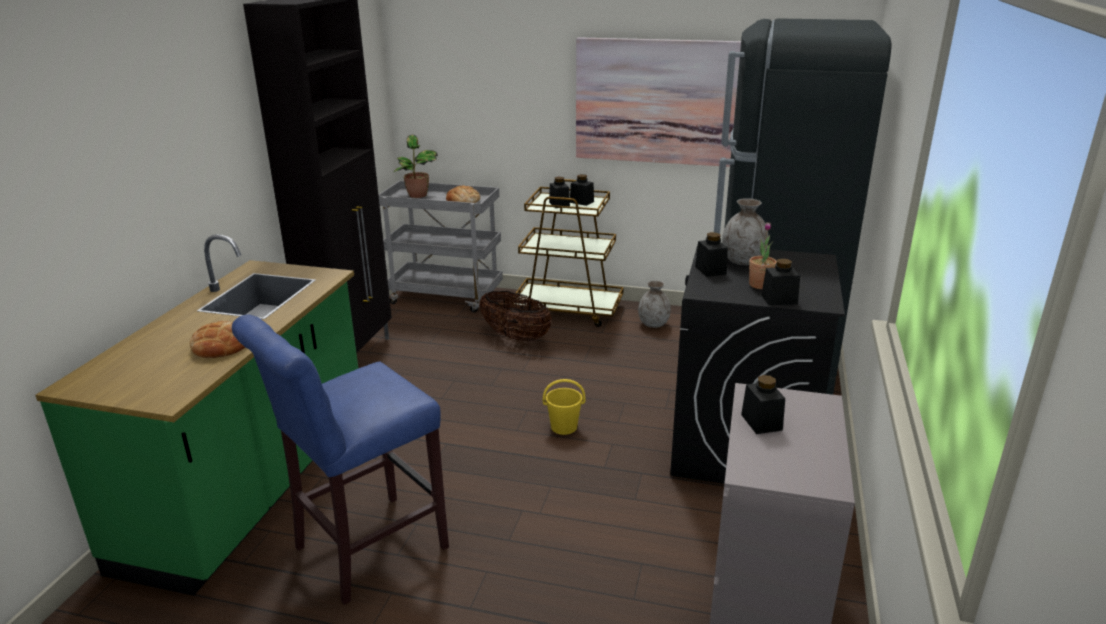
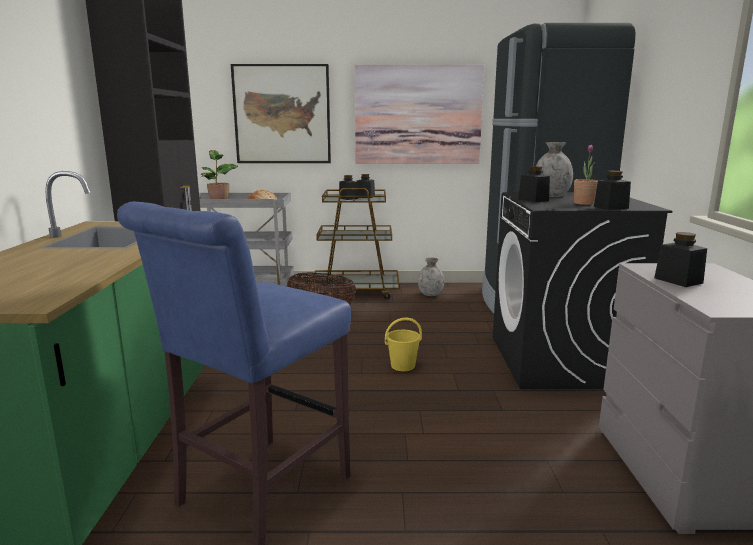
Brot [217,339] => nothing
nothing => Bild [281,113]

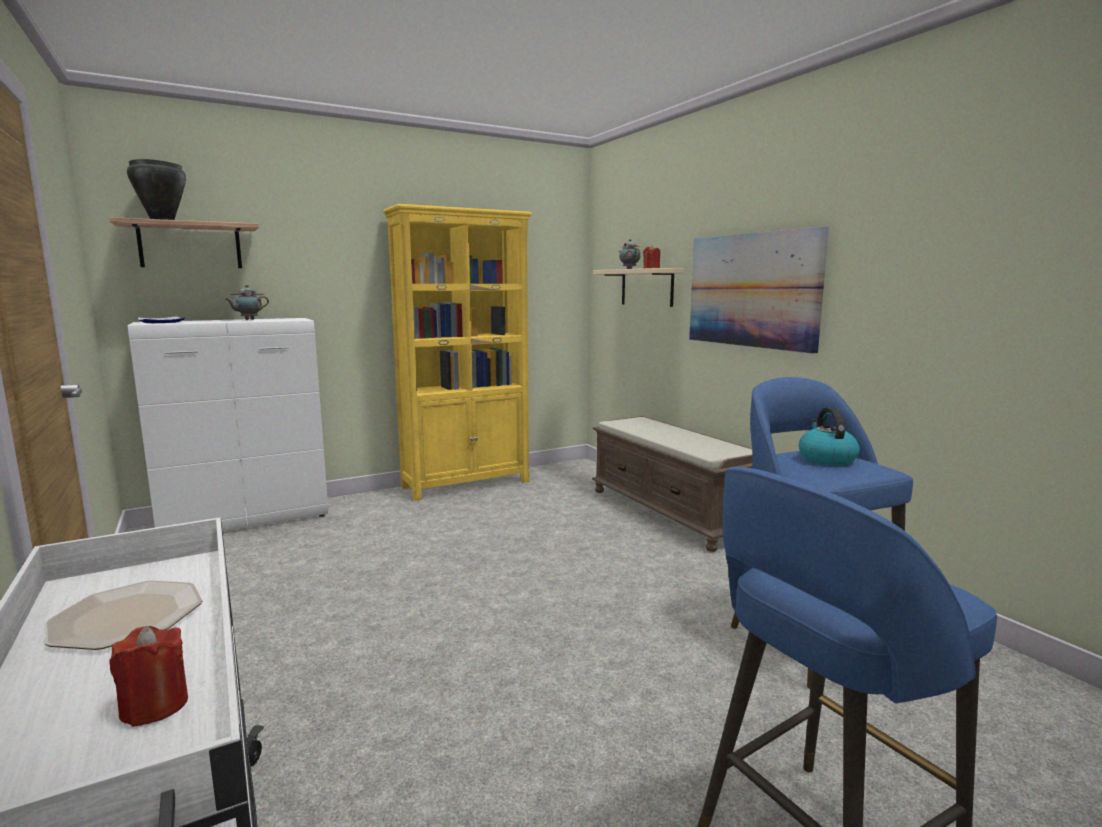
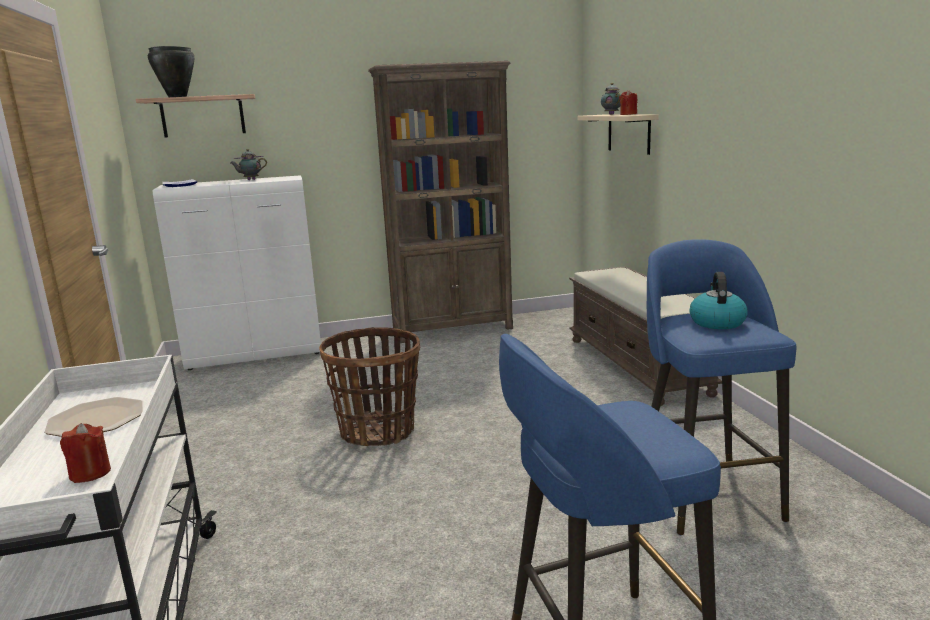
Bücherregal [gelb] [457,352] => Bücherregal [braun] [440,202]
Bild [759,290] => nothing
nothing => Korb [369,386]

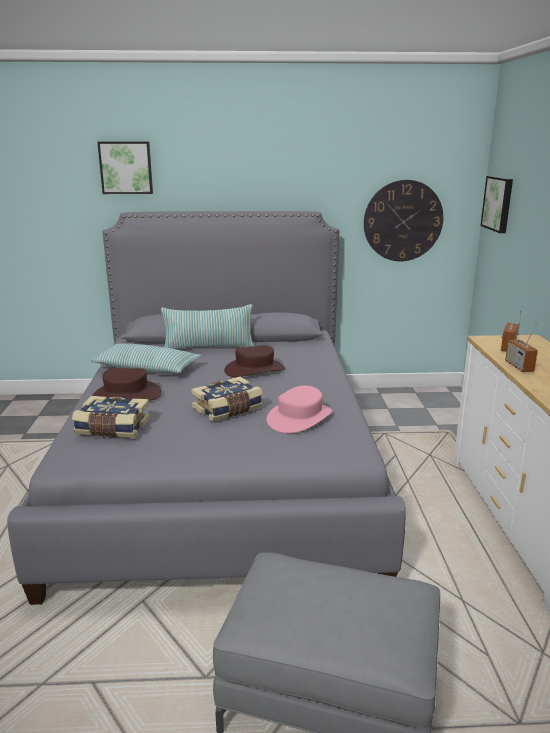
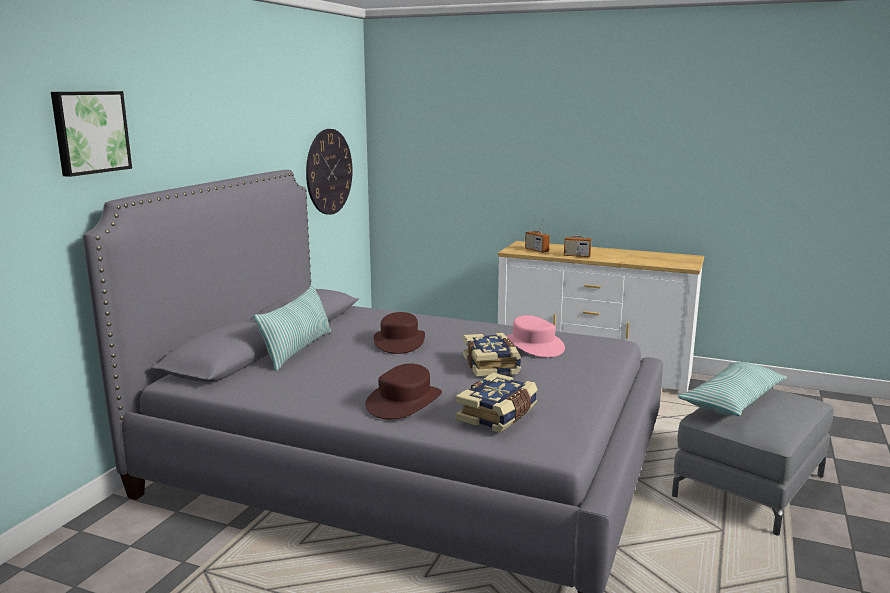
Kissen [145,358] => Kissen [733,389], relocated
Bild [497,204] => nothing

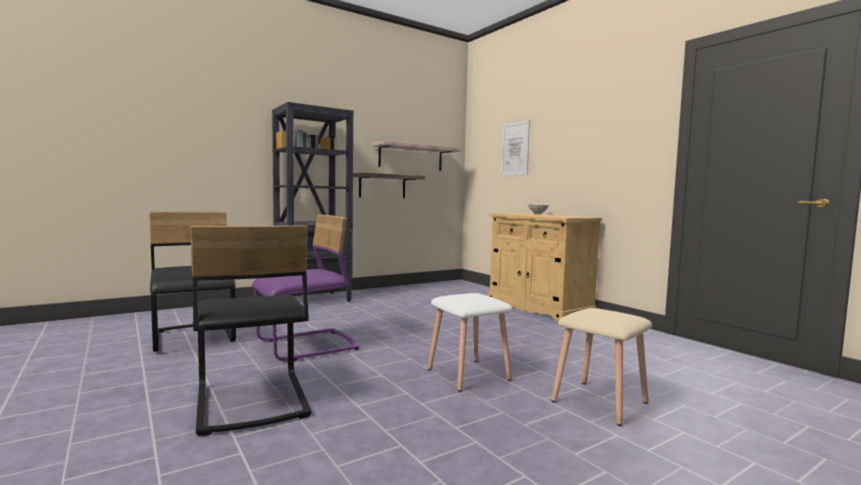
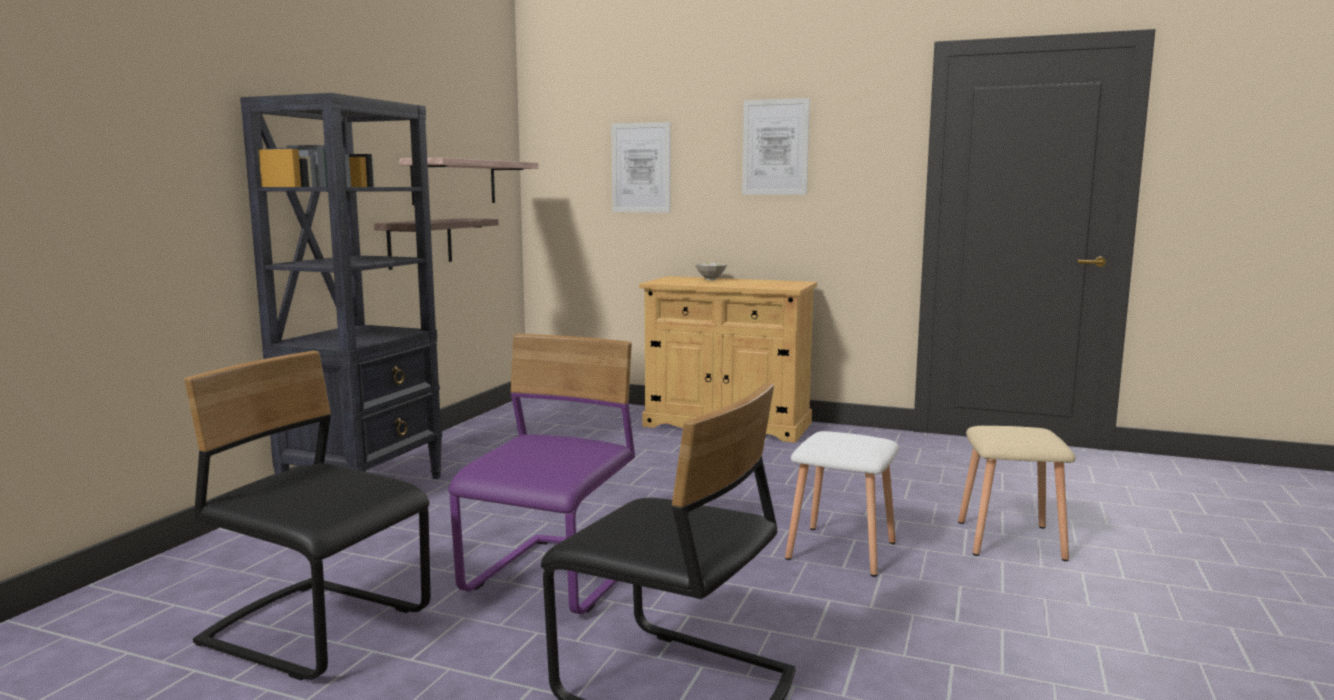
nothing => Bild [776,146]

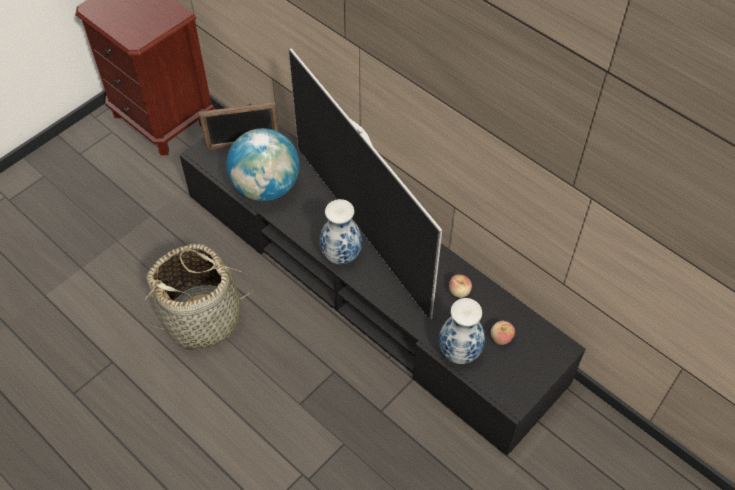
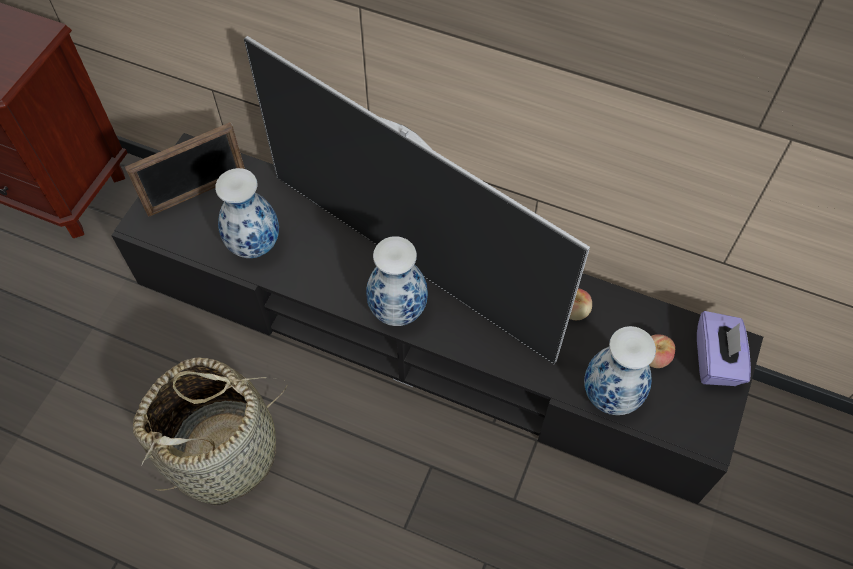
Globus [262,164] => Vase [247,213]
nothing => Taschentuchbox [lila] [724,348]

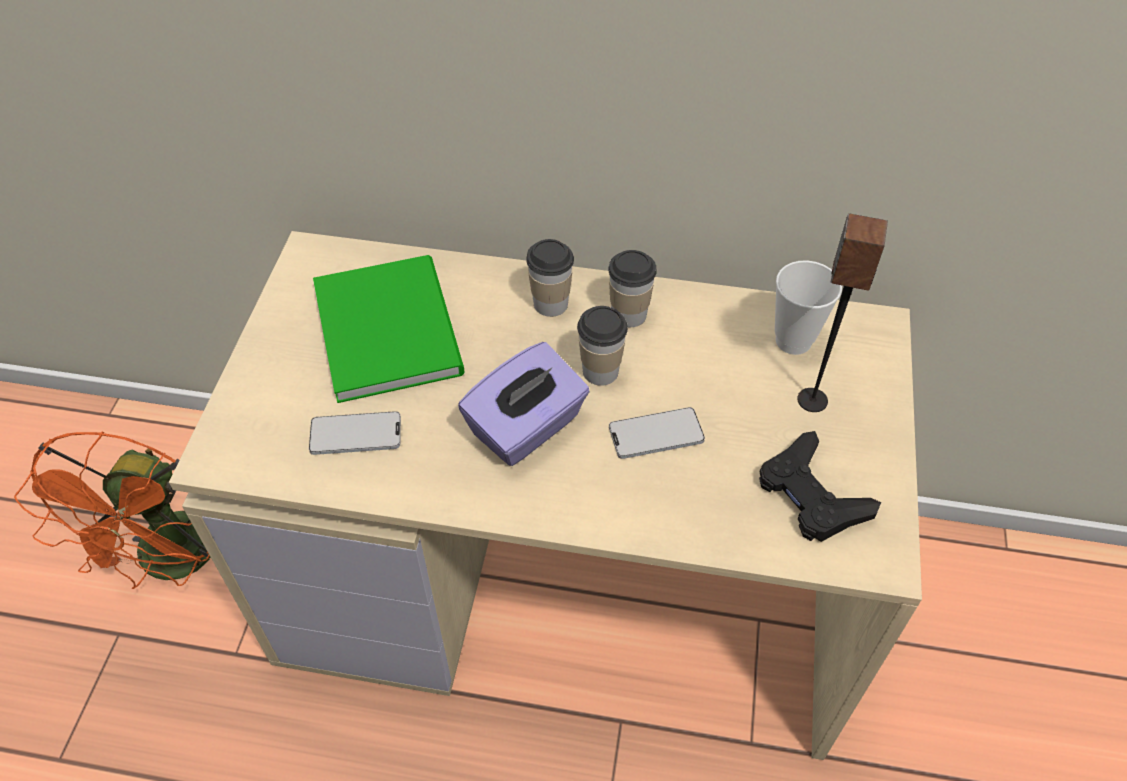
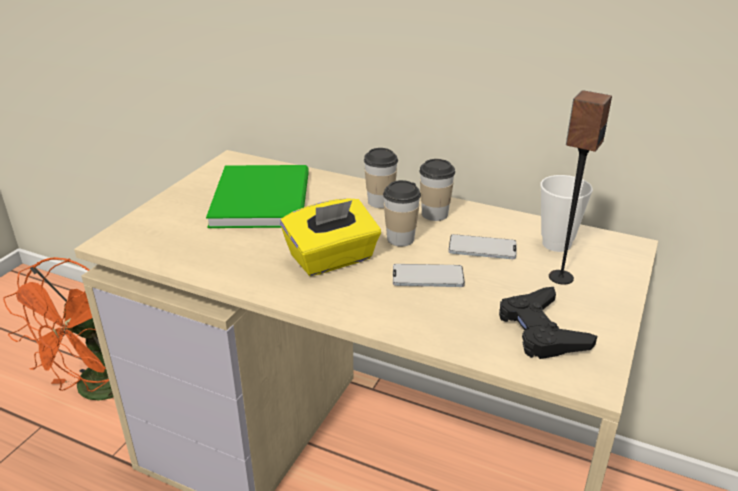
Handy [355,433] => Handy [482,246], relocated
Taschentuchbox [lila] [524,404] => Taschentuchbox [gelb] [330,237]

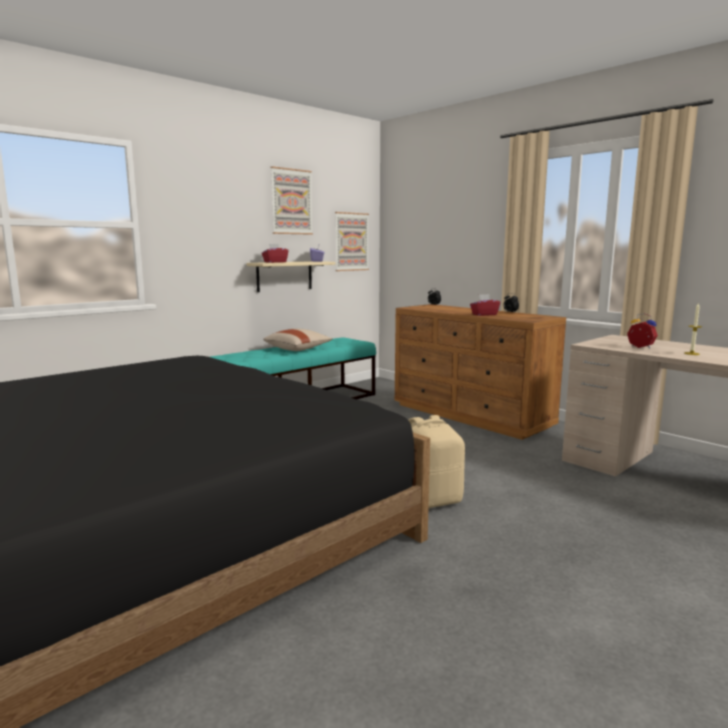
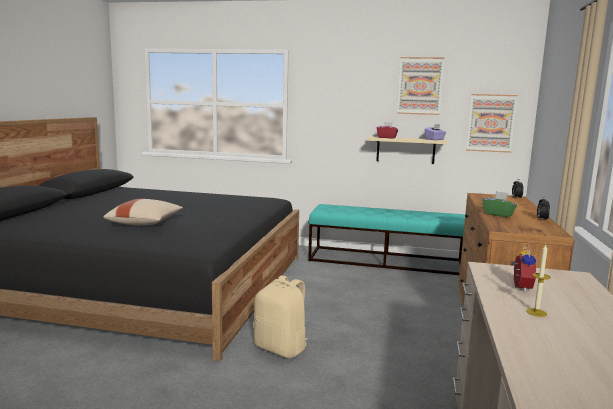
Kissen [beige] [297,340] => Kissen [beige] [143,212], relocated
Taschentuchbox [rot] [485,305] => Taschentuchbox [grün] [499,204]

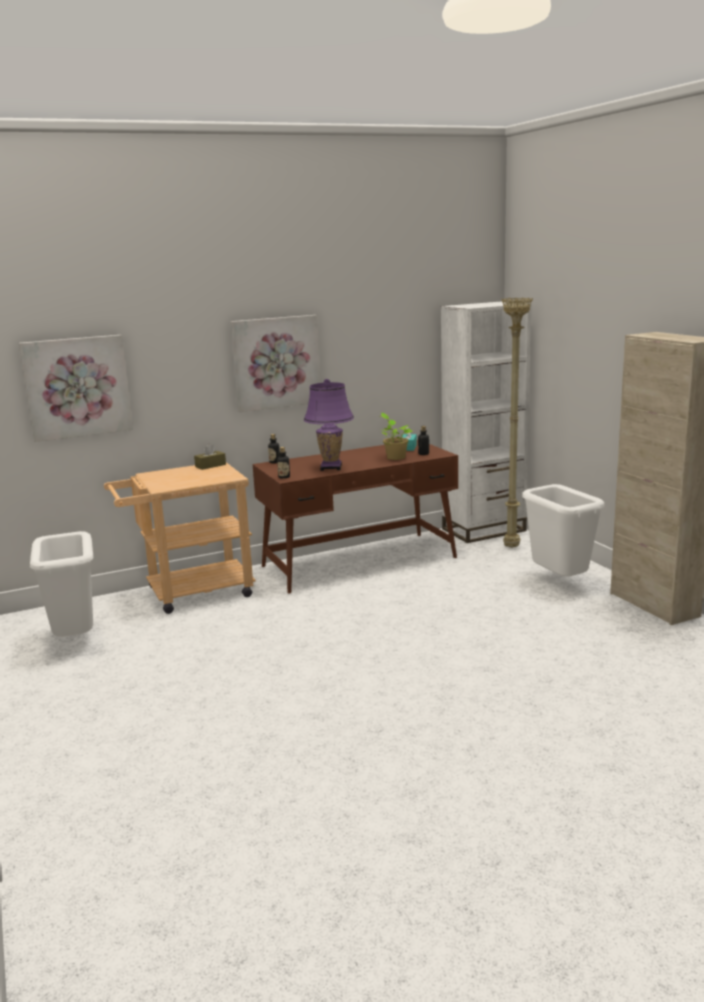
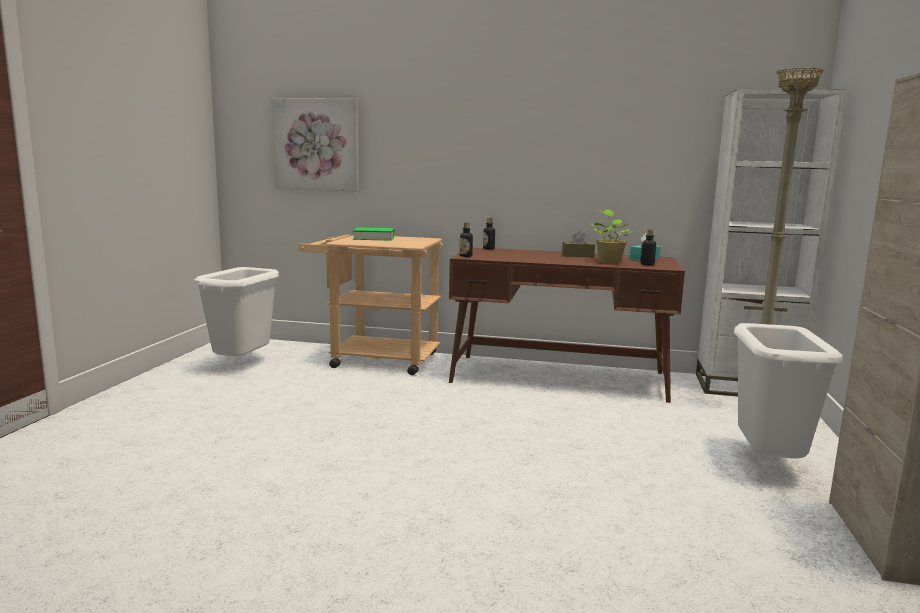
Taschentuchbox [braun] [210,456] => Taschentuchbox [braun] [578,243], relocated
Bild [275,363] => nothing
Tischlampe [lila] [329,425] => nothing
nothing => Buch [grün] [374,234]

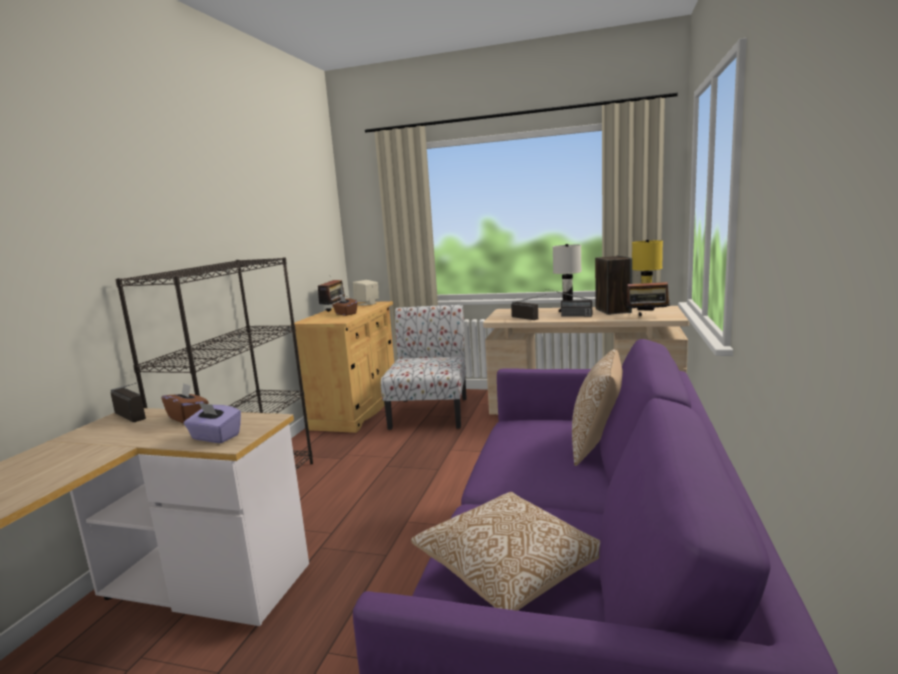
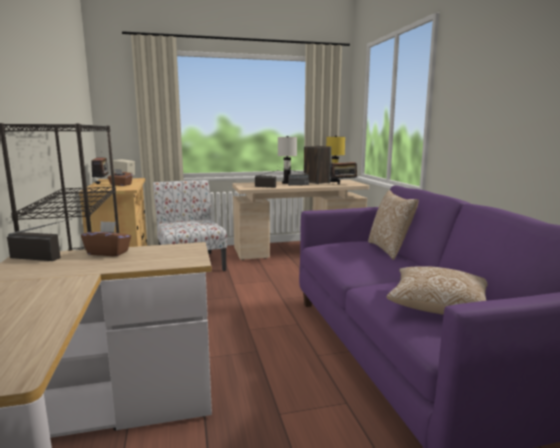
Taschentuchbox [lila] [212,422] => nothing

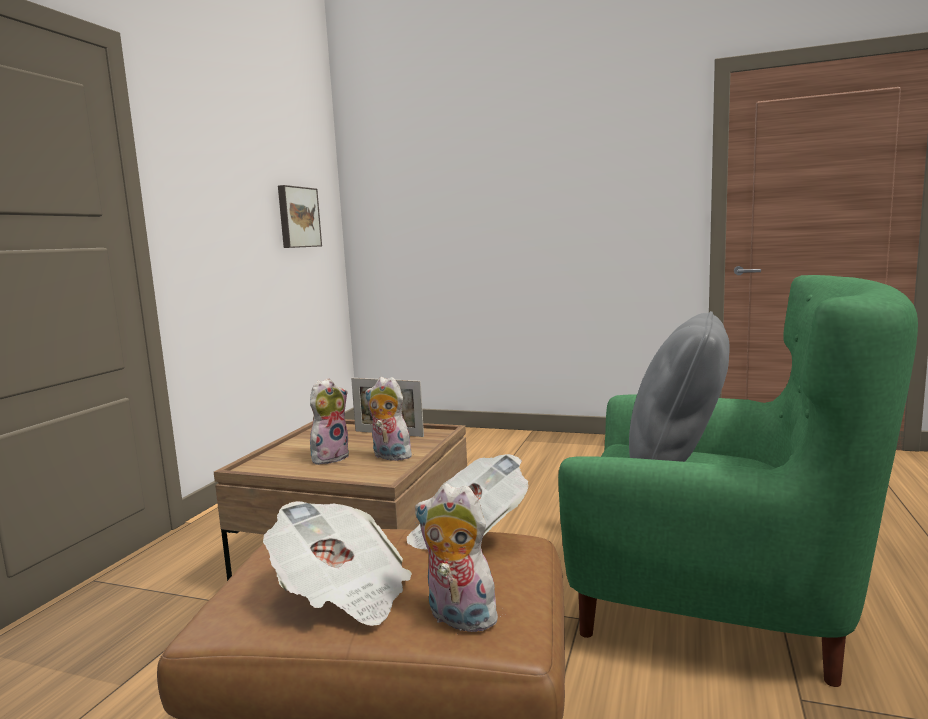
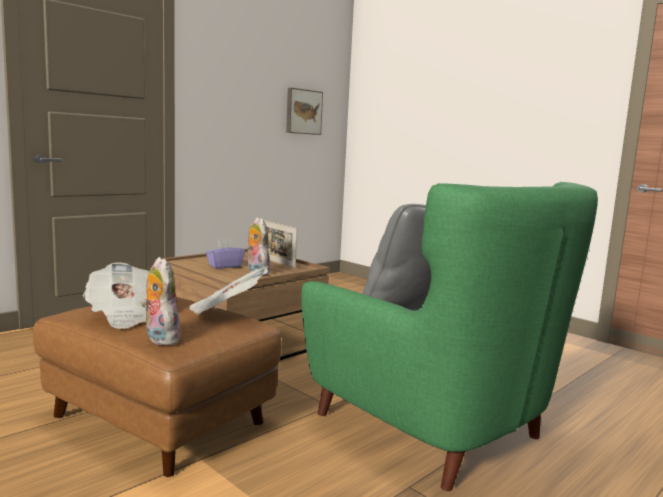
Plüschtier [329,421] => Taschentuchbox [lila] [225,254]

